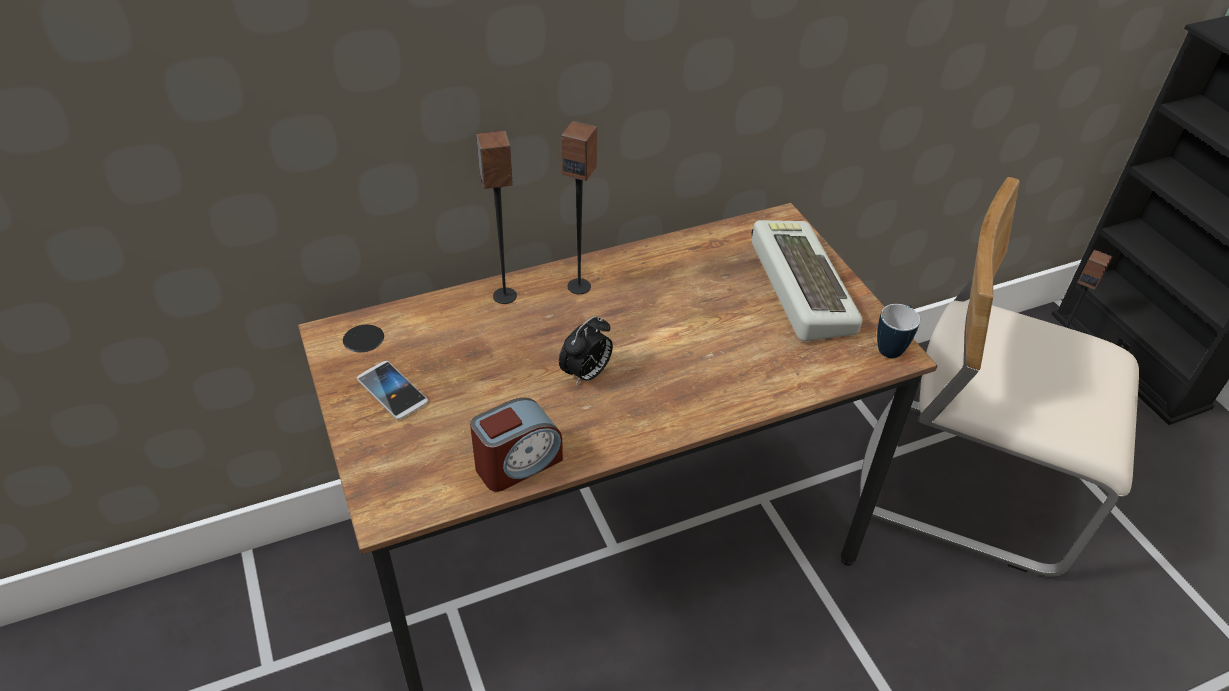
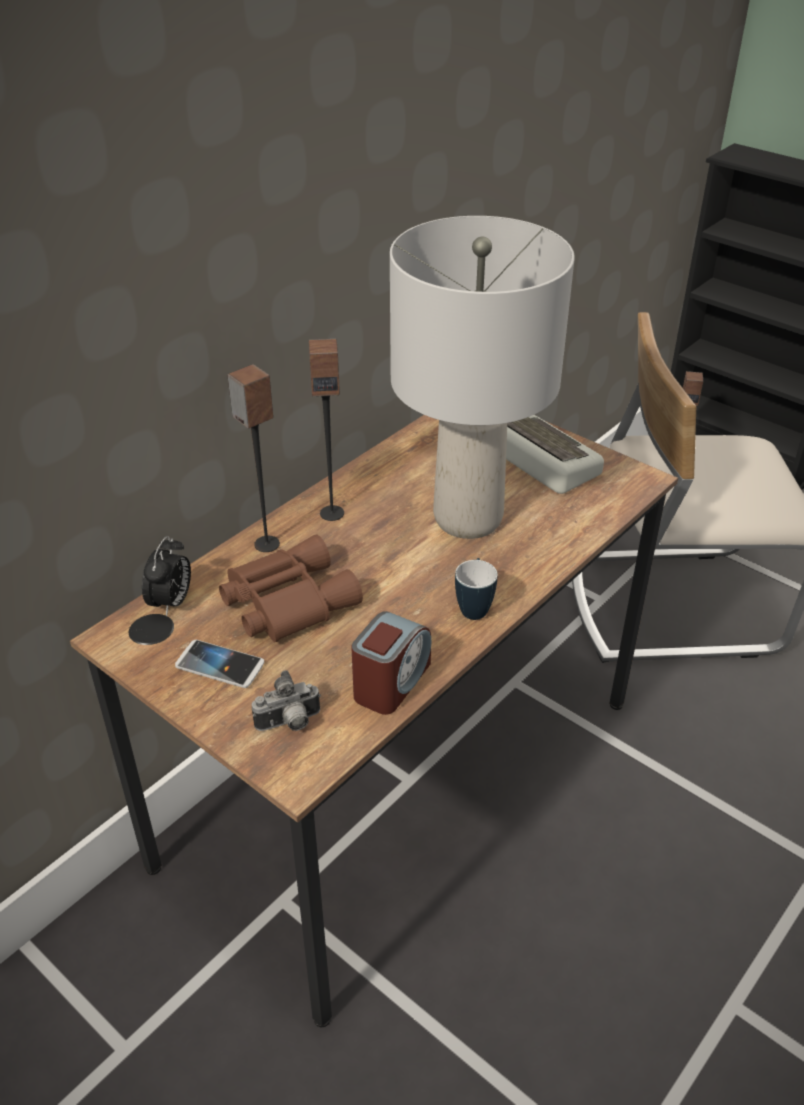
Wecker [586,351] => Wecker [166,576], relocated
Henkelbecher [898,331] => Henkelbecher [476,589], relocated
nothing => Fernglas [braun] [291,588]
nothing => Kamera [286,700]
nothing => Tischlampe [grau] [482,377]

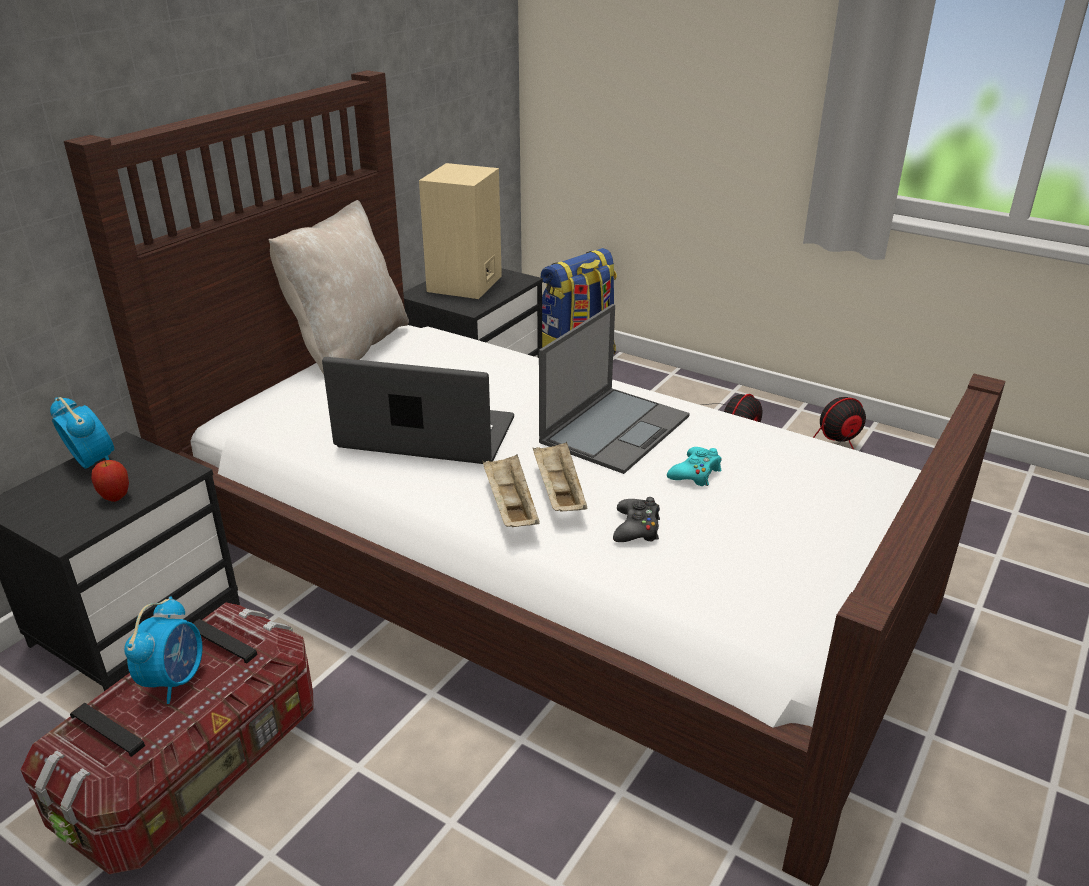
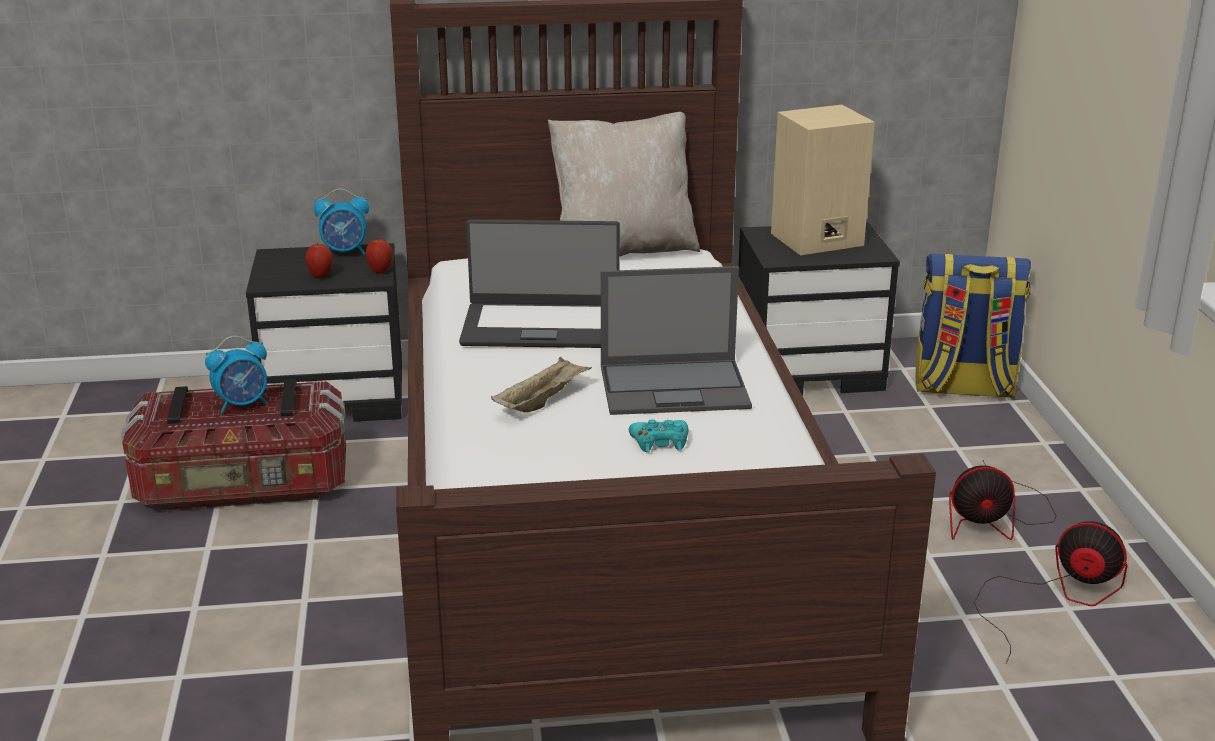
Wecker [82,433] => Wecker [341,222], 75 degrees clockwise
Laptop [418,410] => Laptop [539,284], 120 degrees clockwise
Tablett [beige] [511,491] => nothing
Gamepad [schwarz] [636,519] => nothing
nothing => Apfel [379,256]

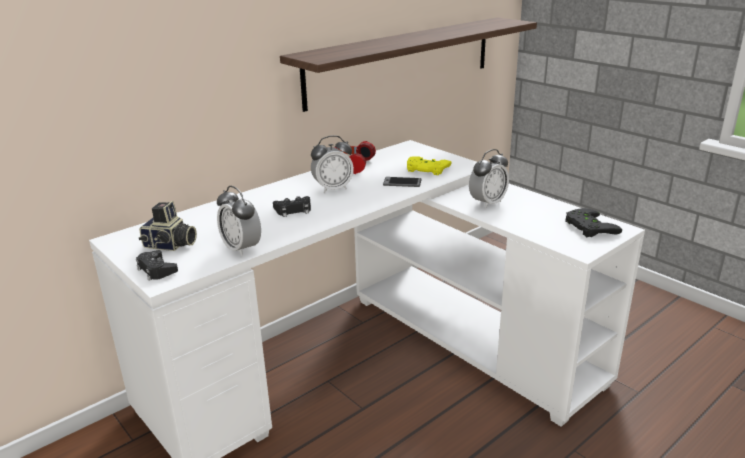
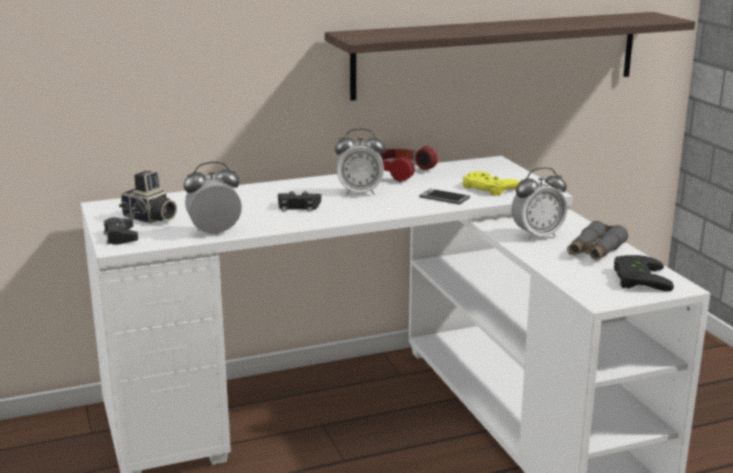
Wecker [239,221] => Wecker [213,198], 90 degrees clockwise
nothing => Fernglas [grau] [597,240]

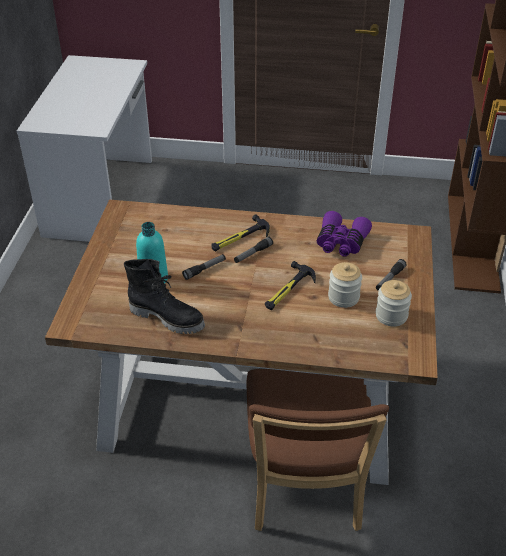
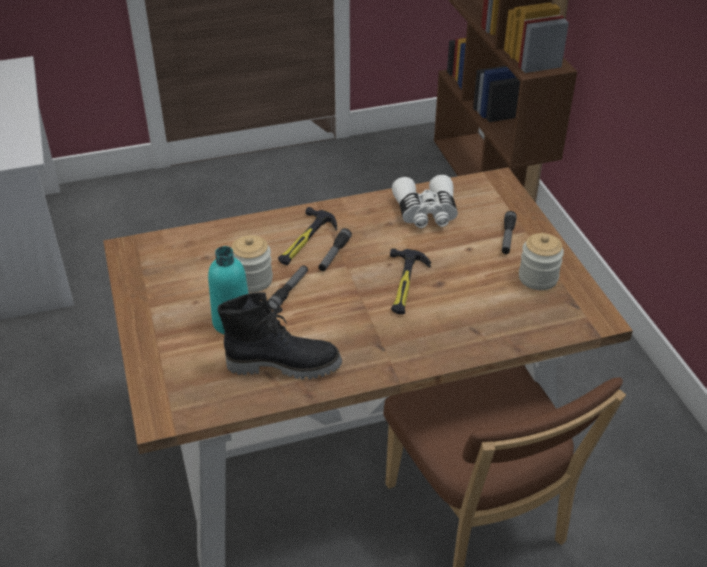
Fernglas [lila] [344,234] => Fernglas [weiß] [425,201]
Vorratsglas [345,285] => Vorratsglas [252,264], relocated

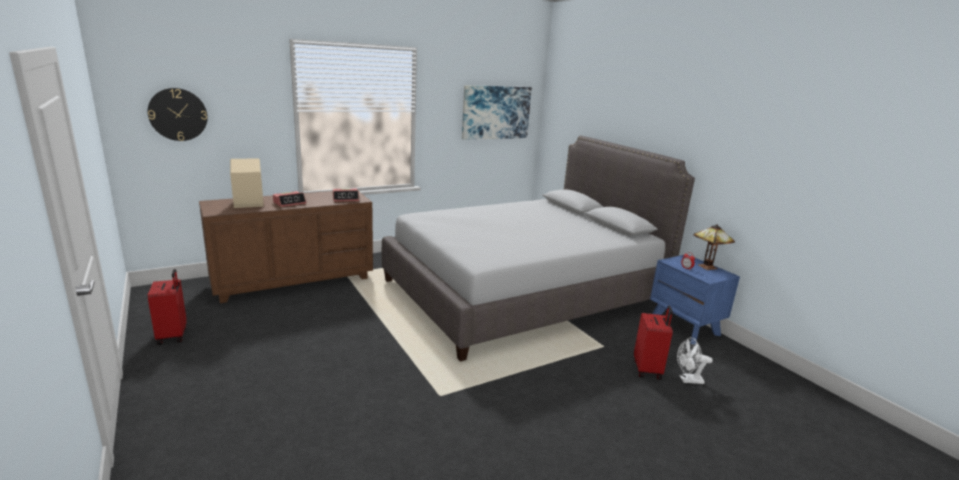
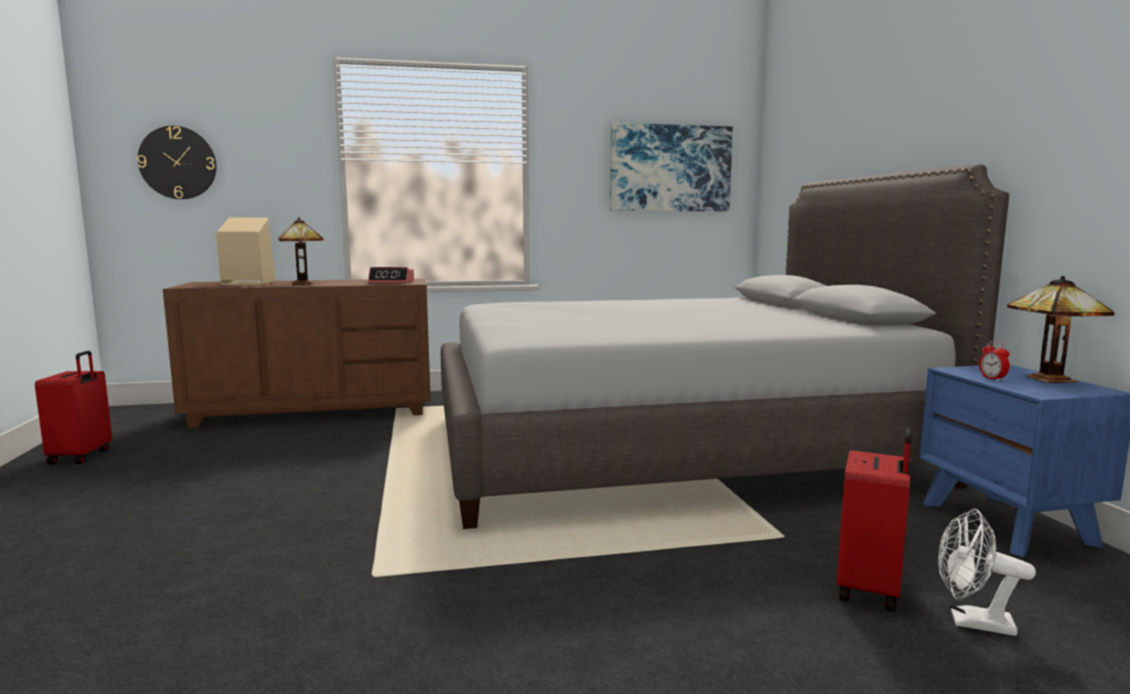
Wecker [289,199] => Tischlampe [301,251]

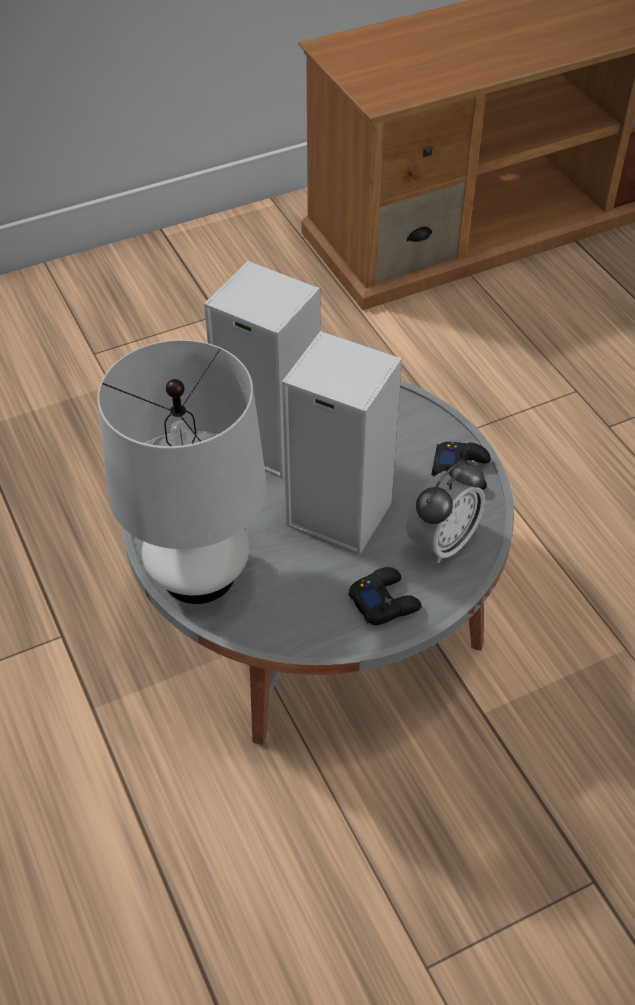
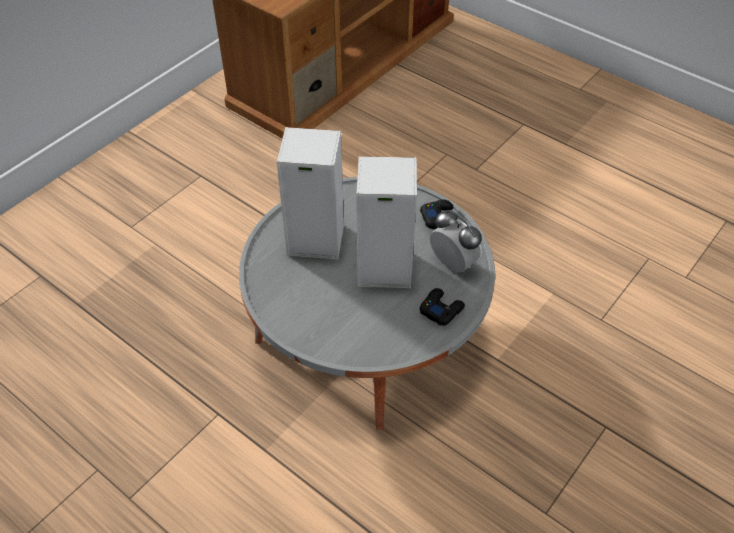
Tischlampe [weiß] [182,472] => nothing
Wecker [445,511] => Wecker [456,241], 60 degrees counterclockwise

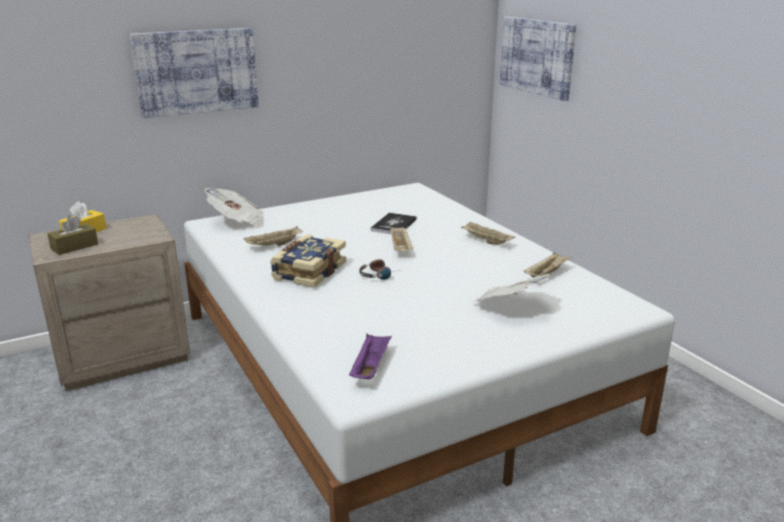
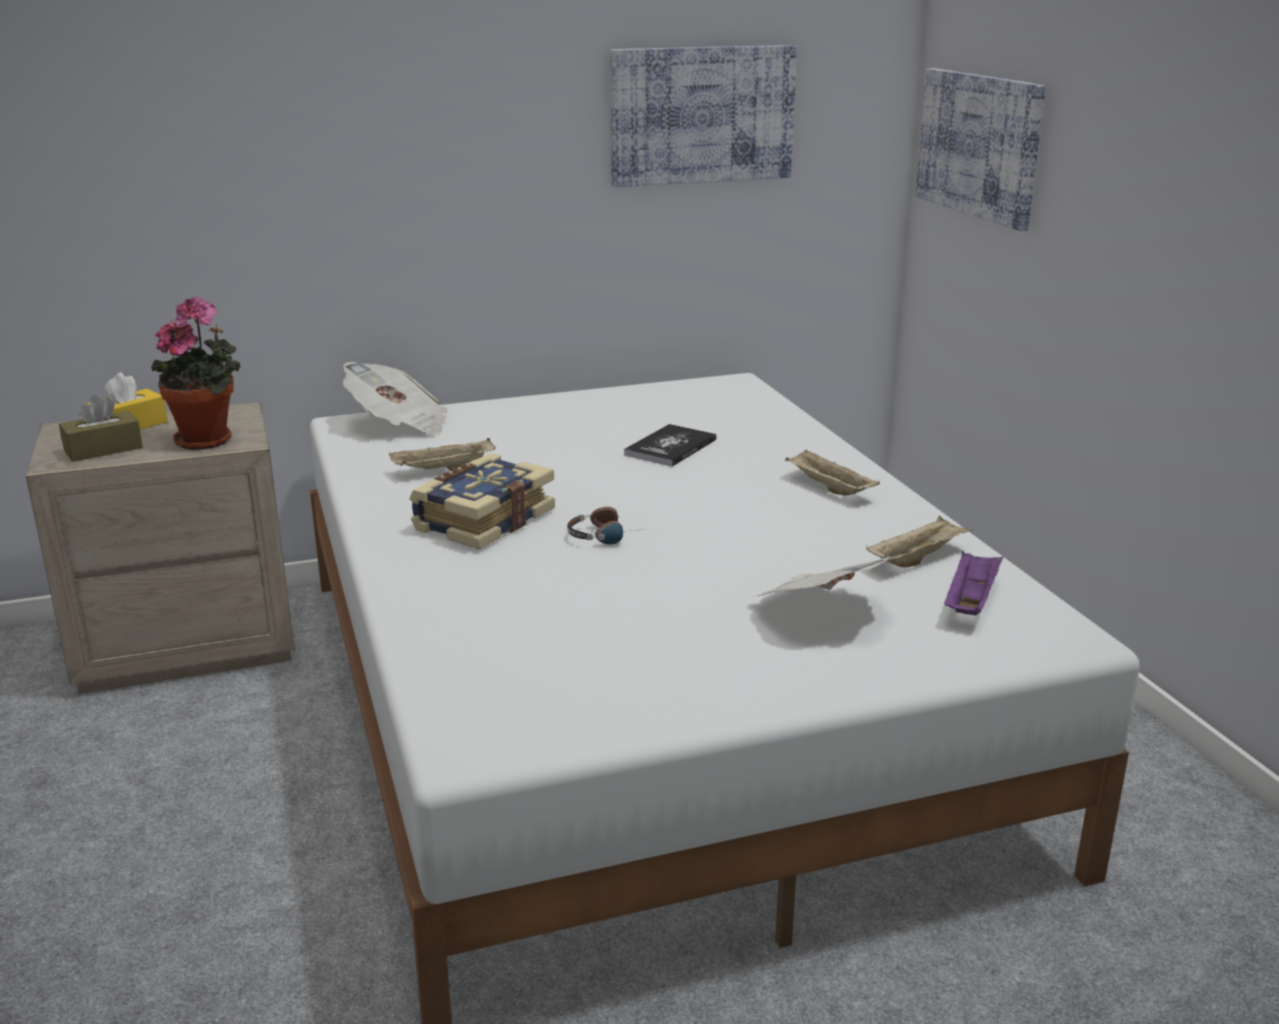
Bild [194,73] => Bild [703,116], relocated
Tablett [lila] [370,357] => Tablett [lila] [973,583], relocated
Tablett [beige] [401,238] => nothing
nothing => Topfpflanze [195,373]

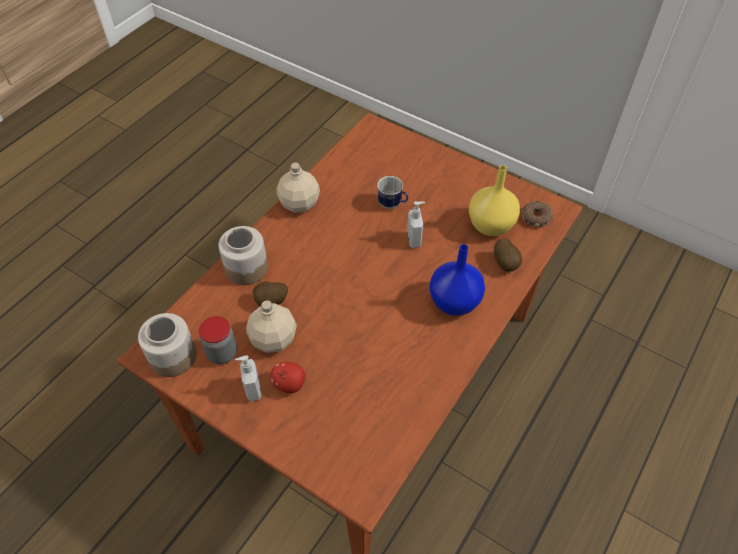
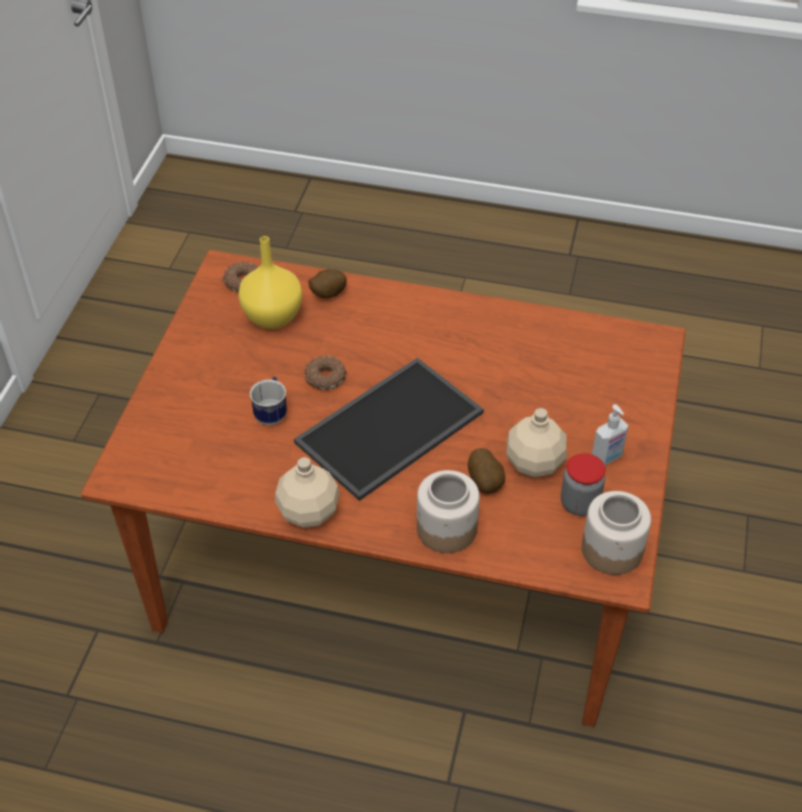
Apfel [287,377] => nothing
Seifenspender [416,224] => Donut [326,373]
Vase [blau] [457,280] => nothing
nothing => Tablett [389,429]

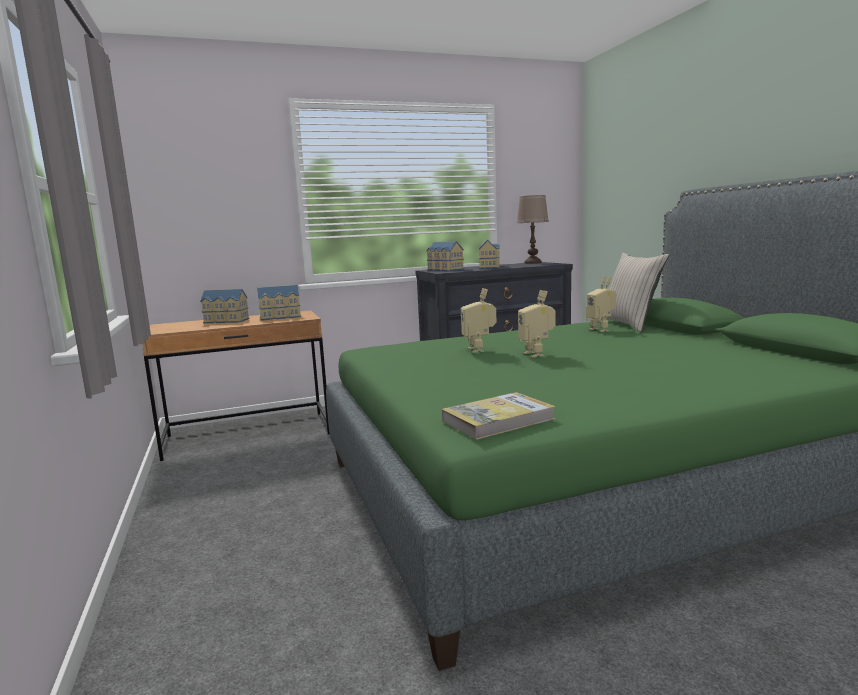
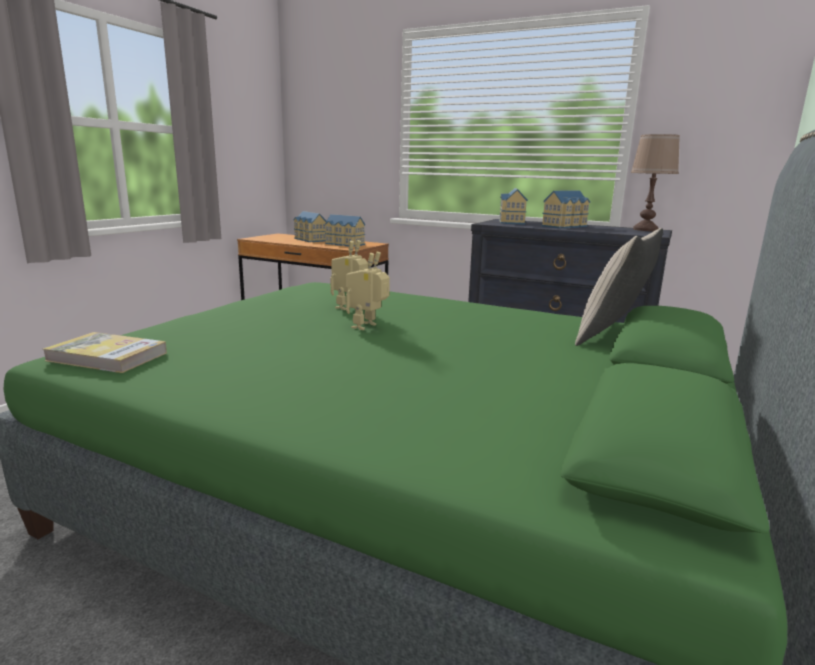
Spielzeugroboter [601,304] => nothing

